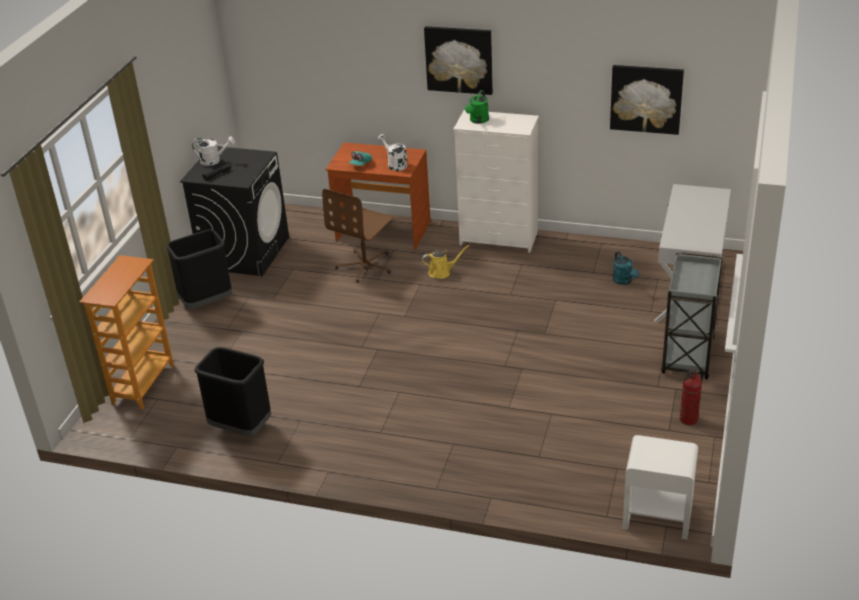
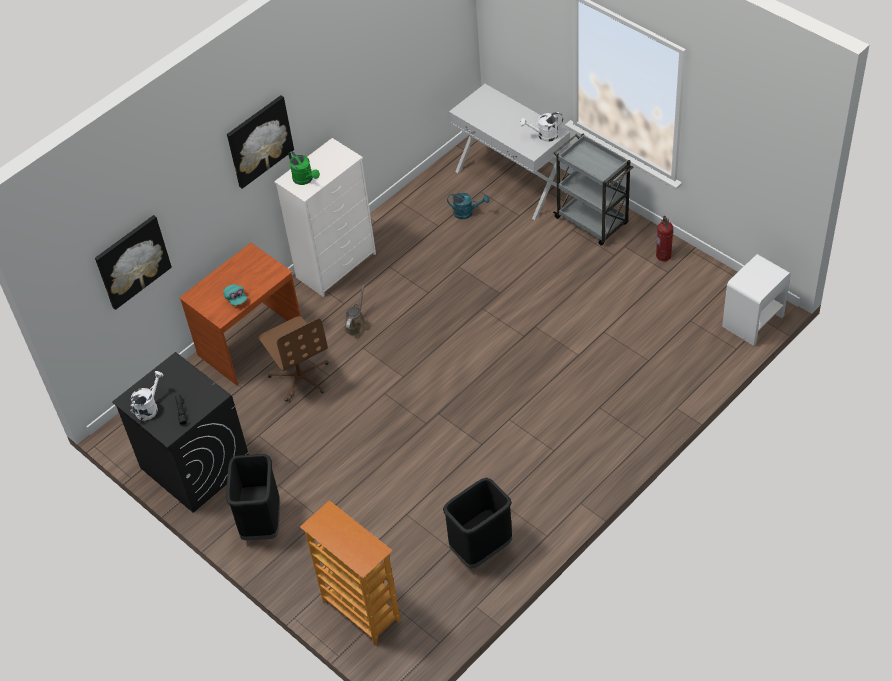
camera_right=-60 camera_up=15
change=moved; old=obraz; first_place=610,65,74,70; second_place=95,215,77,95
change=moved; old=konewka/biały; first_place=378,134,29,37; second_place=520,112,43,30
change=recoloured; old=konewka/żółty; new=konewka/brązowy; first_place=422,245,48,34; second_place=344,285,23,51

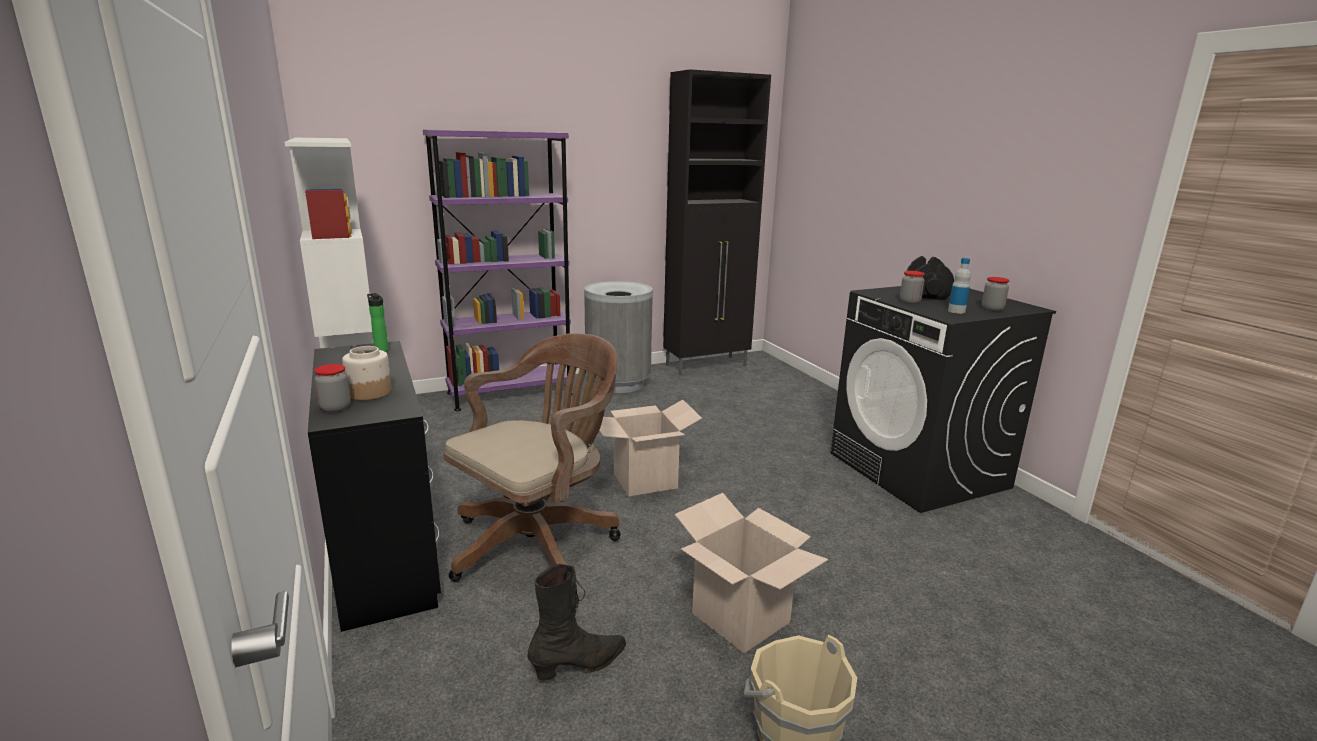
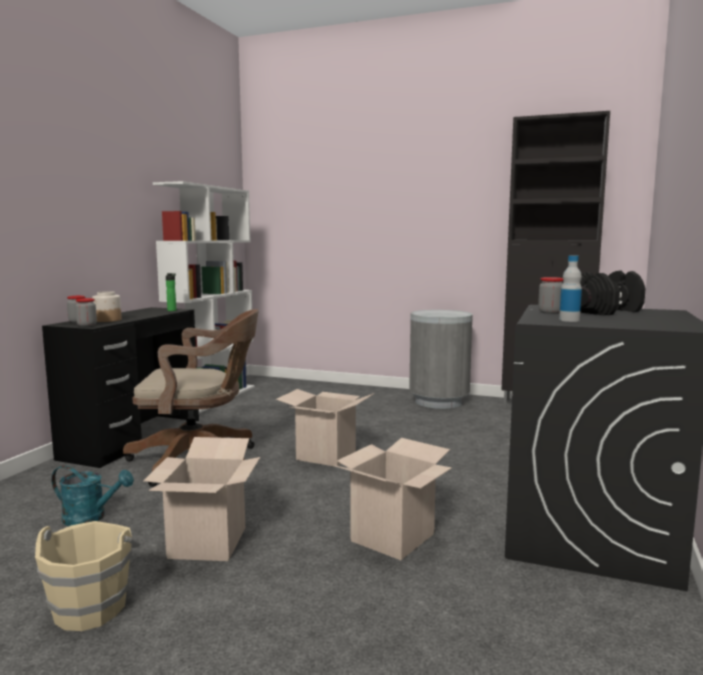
camera_right=45 camera_up=-10
change=removed; old=regał/fioletowy; first_place=423,130,150,281
change=moved; old=słoik; first_place=982,277,28,34; second_place=75,298,22,29
change=replaced; old=but z cholewką/czarny; new=konewka/turkusowy; first_place=528,564,98,117; second_place=51,465,83,61
change=added; new=karton; second_place=333,438,119,122

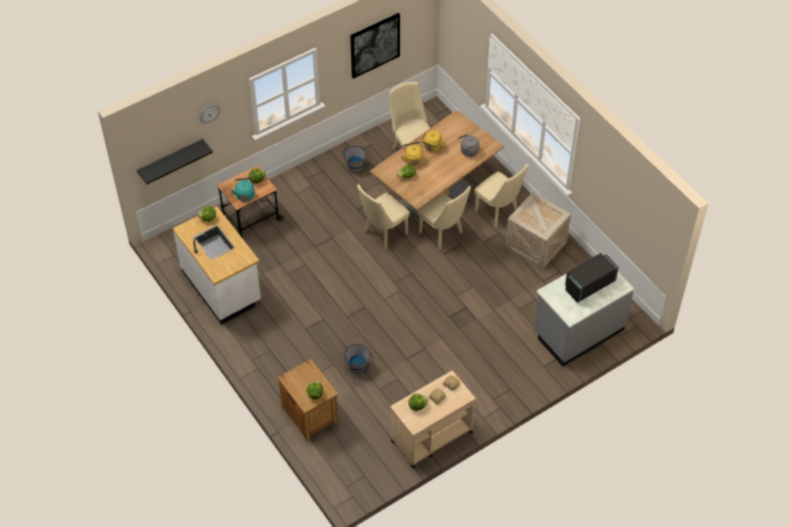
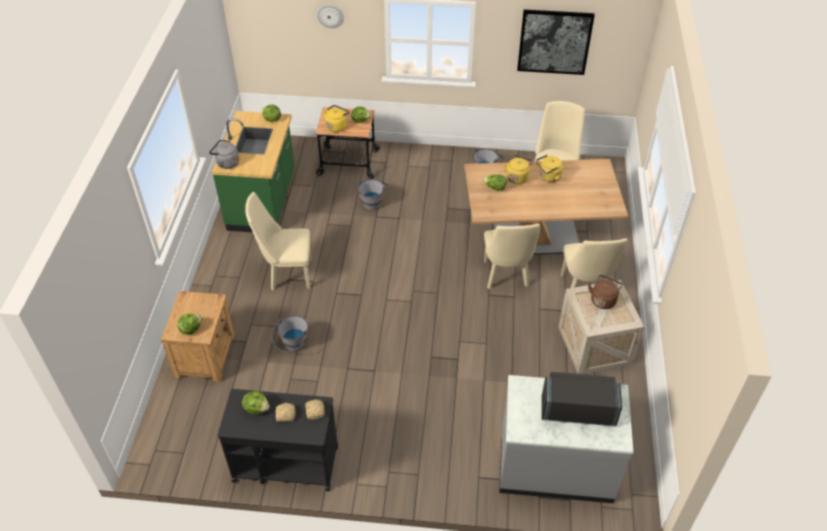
camera_right=40 camera_up=-5
change=moved; old=czajnik/szary; first_place=458,134,22,23; second_place=209,140,30,29
change=removed; old=półka/czarny; first_place=137,139,76,45
change=recoloured; old=czajnik/turkusowy; new=czajnik/żółty; first_place=231,178,24,24; second_place=323,105,27,27
change=moved; old=krzesło/beżowy; first_place=357,184,53,66; second_place=245,192,67,98
change=recoloured; old=zabudowa kuchenna/biały; new=zabudowa kuchenna/zielony; first_place=172,206,89,119; second_place=212,111,83,122
change=recoloured; old=wózek/beżowy; new=wózek/czarny; first_place=390,371,85,97; second_place=217,389,121,102
change=added; new=wiadro/szary; second_place=358,179,31,31
change=added; new=czajnik/brązowy; second_place=588,275,35,34

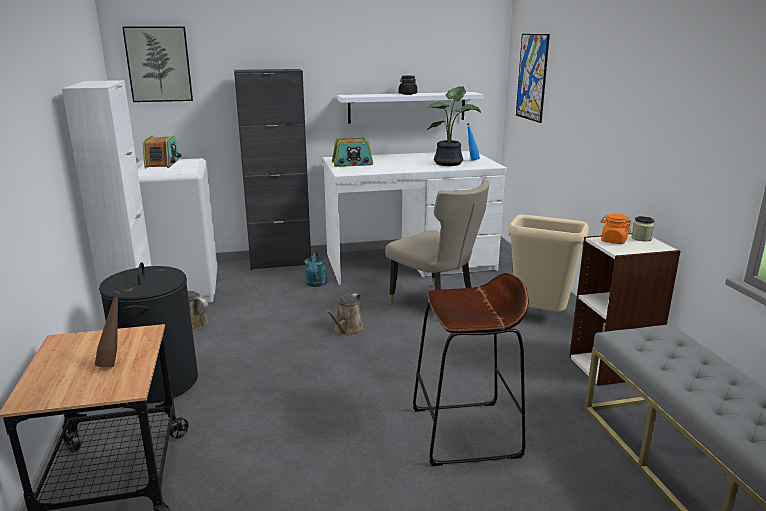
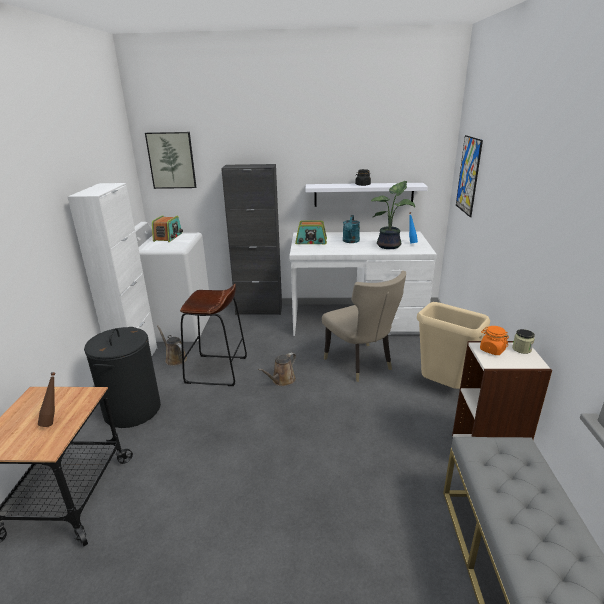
camera_right=15 camera_up=5
change=moved; old=konewka/turkusowy; first_place=305,251,22,36; second_place=343,215,17,28
change=moved; old=stołek/brązowy; first_place=413,273,116,193; second_place=180,284,67,102

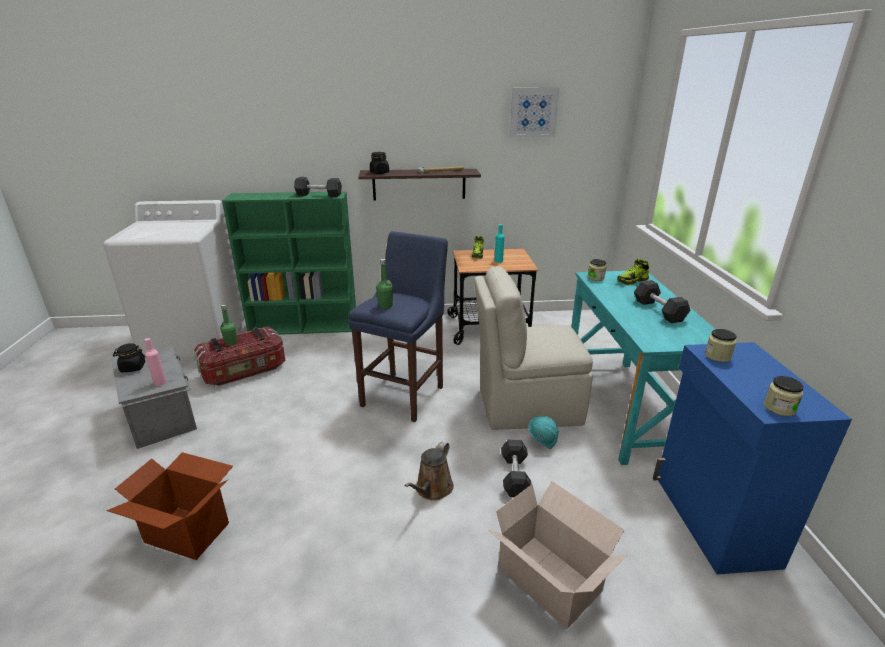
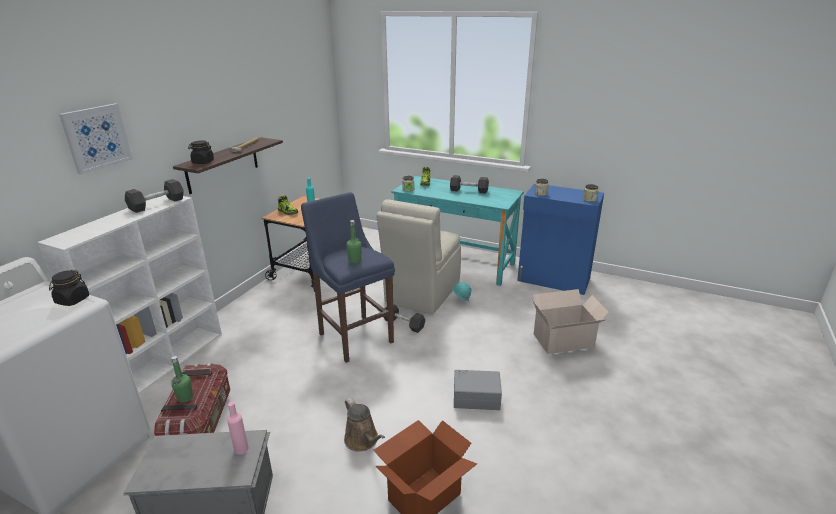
camera_right=-60 camera_up=0
change=moved; old=obraz; first_place=510,88,49,50; second_place=59,103,74,72
change=recoloured; old=regał/zielony; new=regał/biały; first_place=222,191,134,144; second_place=37,195,185,199
change=moved; old=słoik/czarny; first_place=113,343,32,29; second_place=49,270,40,36
change=moved; old=hantel/szary; first_place=501,439,31,58; second_place=383,304,42,29
change=moved; old=konewka/brązowy; first_place=405,441,49,59; second_place=344,398,41,54
change=added; new=pojemnik do przechowywania/szary; second_place=454,370,48,40

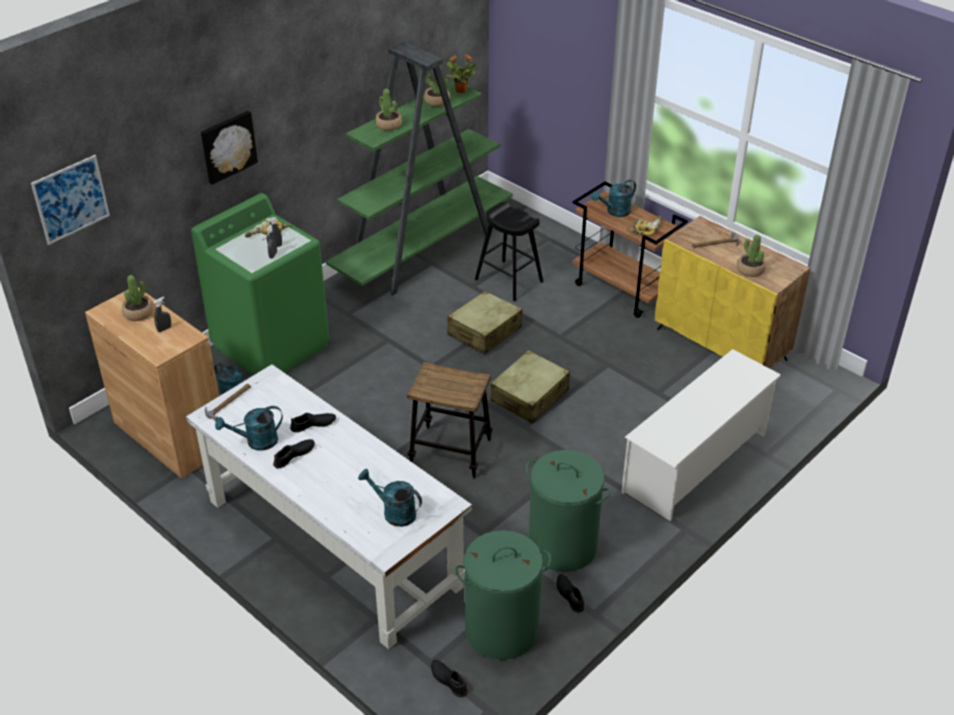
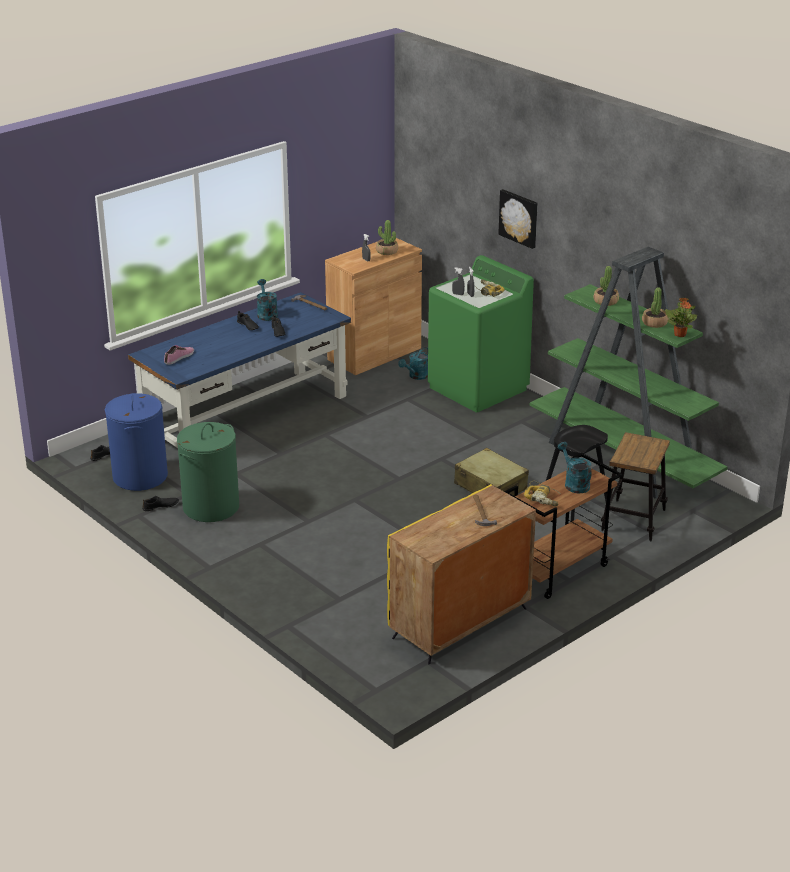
camera_right=95 camera_up=-10
change=removed; old=obraz; first_place=31,155,79,90
change=removed; old=roślina doniczkowa; first_place=737,234,29,43
change=removed; old=regał na buty/biały; first_place=621,349,161,172
change=removed; old=walizka/beżowy; first_place=490,350,80,73
change=moved; old=stołek; first_place=407,362,86,116; second_place=601,432,69,109
change=recoloured; old=biurko/biały; new=biurko/niebieski; first_place=186,364,286,285; second_place=128,292,223,156
change=replaced; old=konewka/turkusowy; new=but; first_place=358,469,64,58; second_place=164,345,30,20
change=recoloured; old=kosz na pranie/zielony; new=kosz na pranie/niebieski; first_place=455,530,96,130; second_place=105,393,63,98

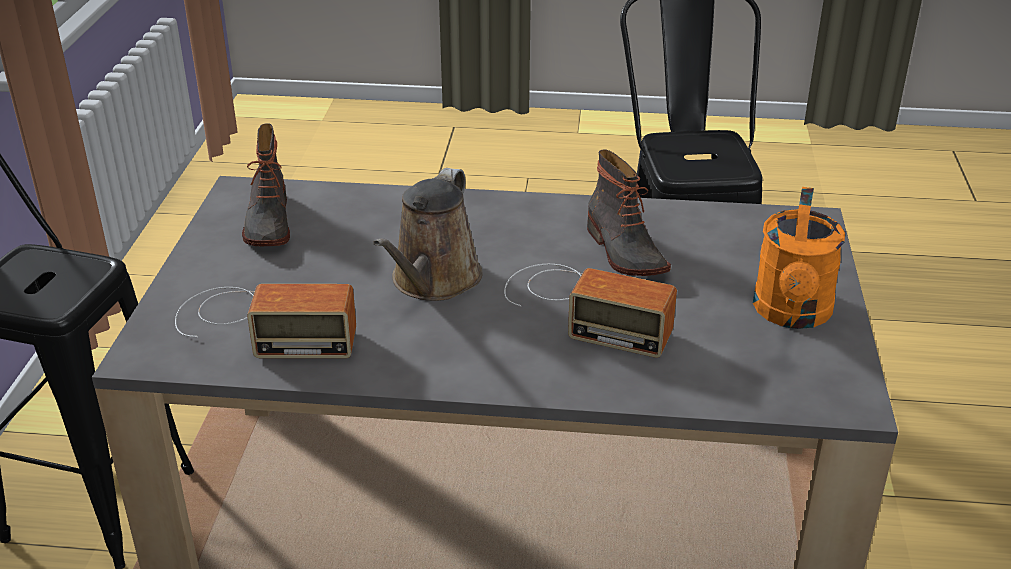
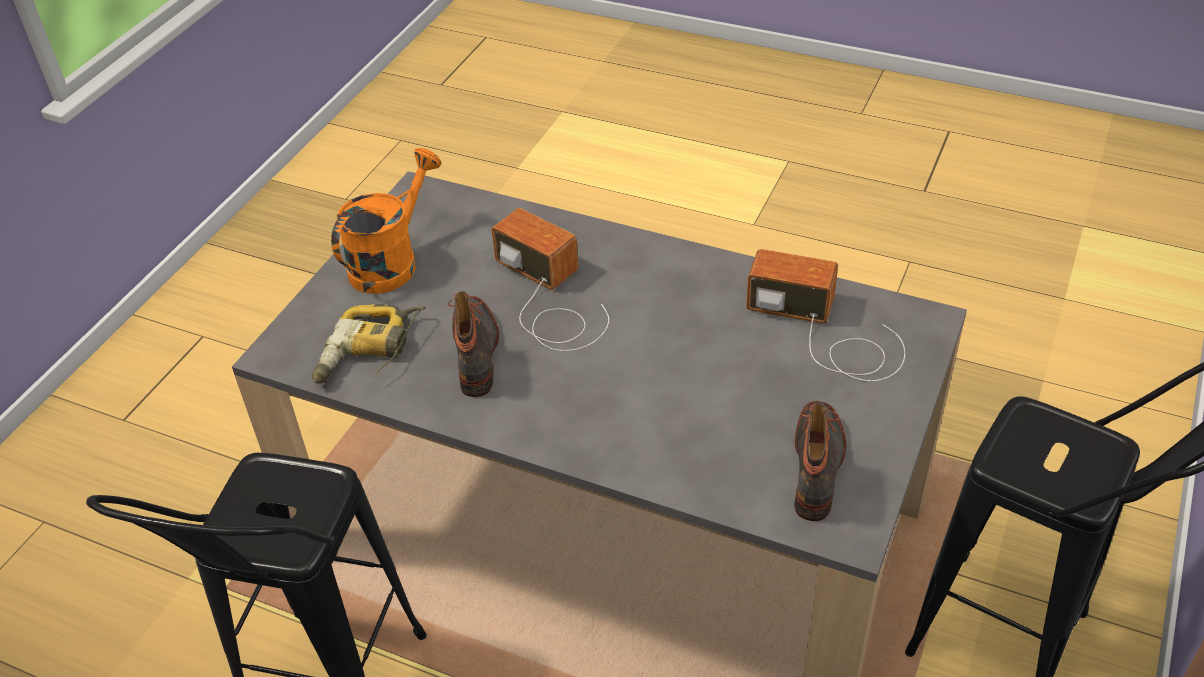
camera_right=-160 camera_up=10
change=removed; old=konewka/brązowy; first_place=373,168,110,133
change=added; new=wiertarka; second_place=312,304,114,80

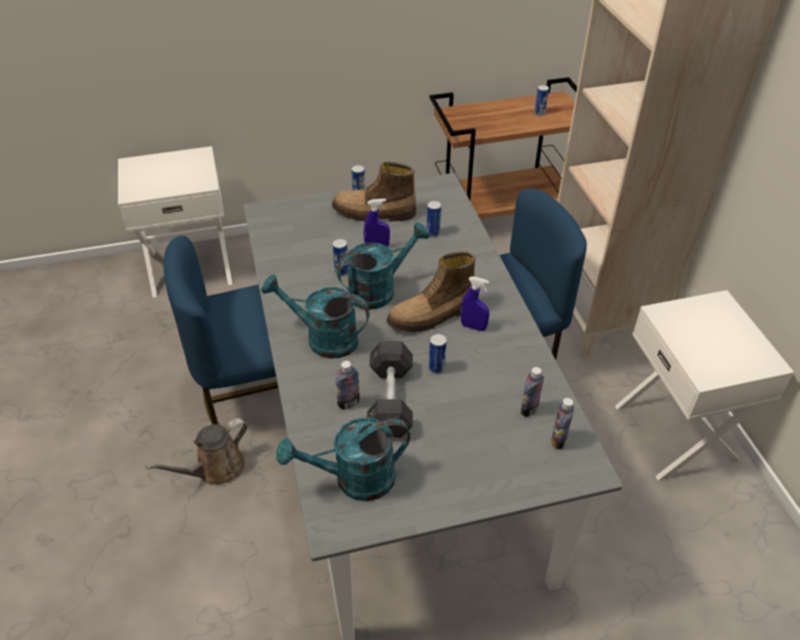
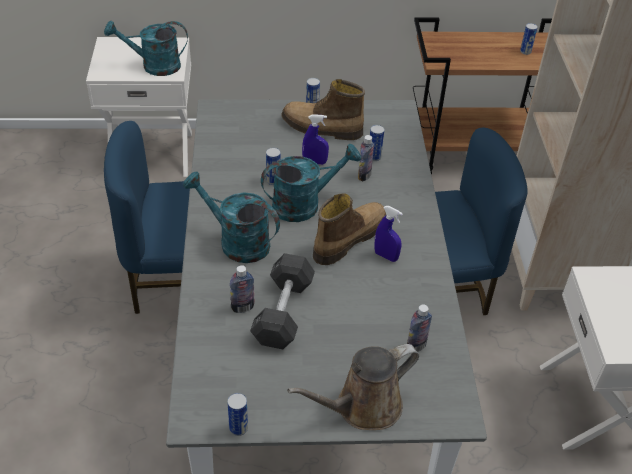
camera_right=10 camera_up=0
change=turned; old=but z cholewką; first_place=386,251,90,81; second_place=313,193,73,72; degrees=150
change=moved; old=puszka; first_place=429,334,18,40; second_place=227,393,21,43
change=moved; old=butelka; first_place=551,398,23,51; second_place=358,135,16,46
change=moved; old=konewka/brązowy; first_place=146,418,102,67; second_place=287,344,132,86
change=moved; old=konewka/turkusowy; first_place=276,418,134,83; second_place=104,20,84,56

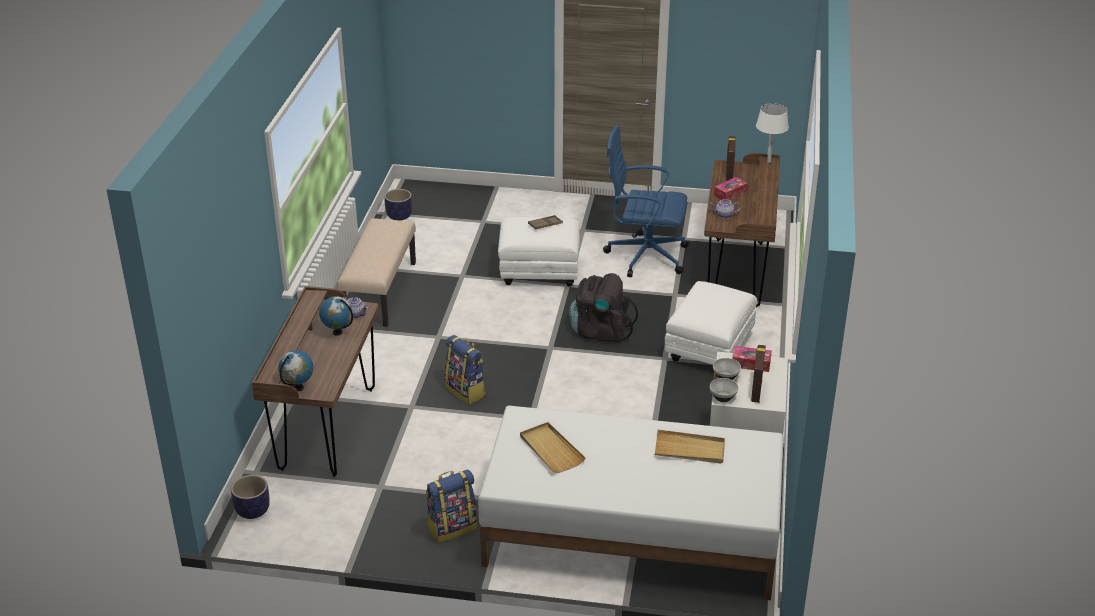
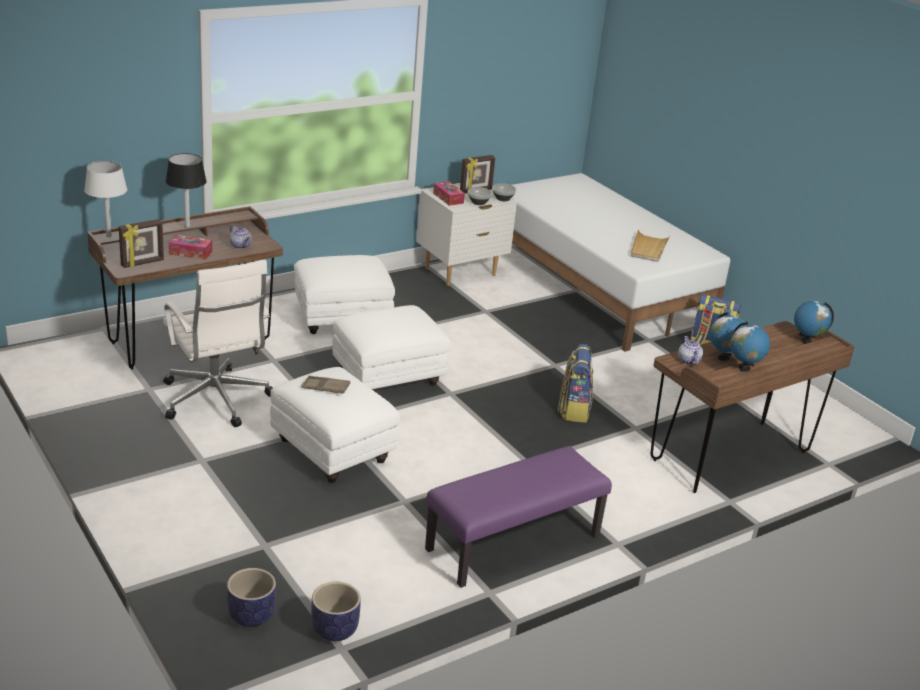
camera_right=-135 camera_up=-5
change=recoloured; old=krzesło biurowe/niebieski; new=krzesło biurowe/biały; first_place=603,125,86,152; second_place=163,260,110,167
change=recoloured; old=ławka/beżowy; new=ławka/fioletowy; first_place=337,218,79,109; second_place=425,446,187,142
change=replaced; old=plecak/czarny; new=pufa/biały; first_place=569,273,69,70; second_place=332,305,119,84
change=removed; old=taca/beżowy; first_place=654,430,71,34
change=moved; old=donica; first_place=231,475,39,44; second_place=227,568,49,59
change=added; new=lampa stołowa/czarny; second_place=165,153,42,75
change=added; new=globus; second_place=730,322,40,50

